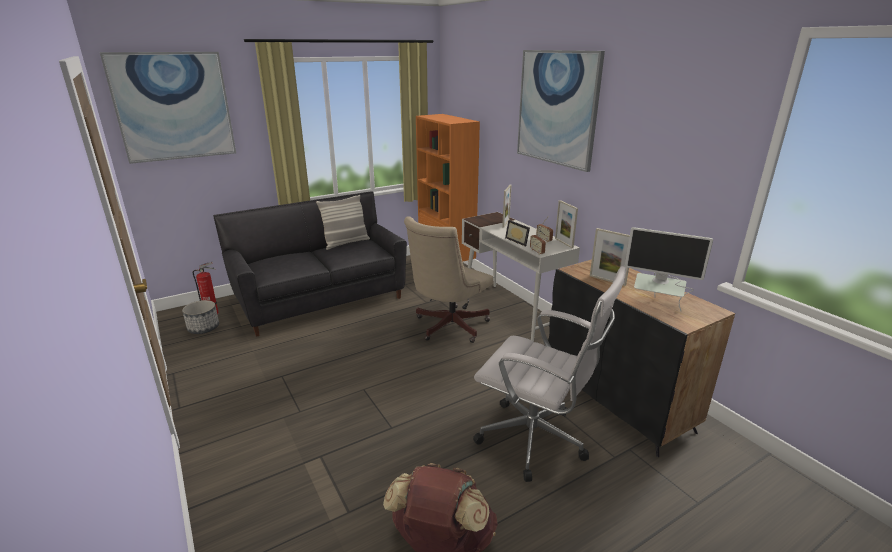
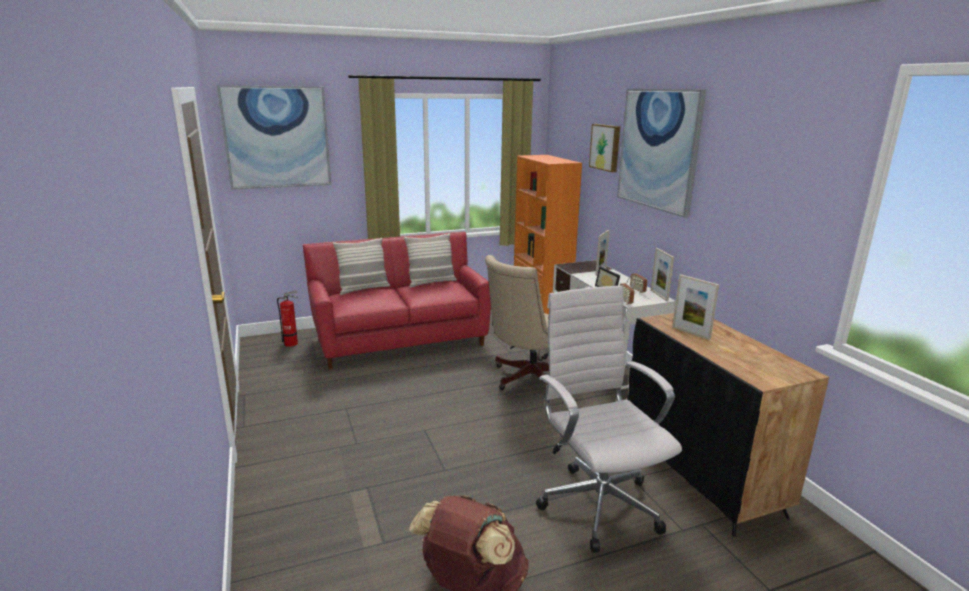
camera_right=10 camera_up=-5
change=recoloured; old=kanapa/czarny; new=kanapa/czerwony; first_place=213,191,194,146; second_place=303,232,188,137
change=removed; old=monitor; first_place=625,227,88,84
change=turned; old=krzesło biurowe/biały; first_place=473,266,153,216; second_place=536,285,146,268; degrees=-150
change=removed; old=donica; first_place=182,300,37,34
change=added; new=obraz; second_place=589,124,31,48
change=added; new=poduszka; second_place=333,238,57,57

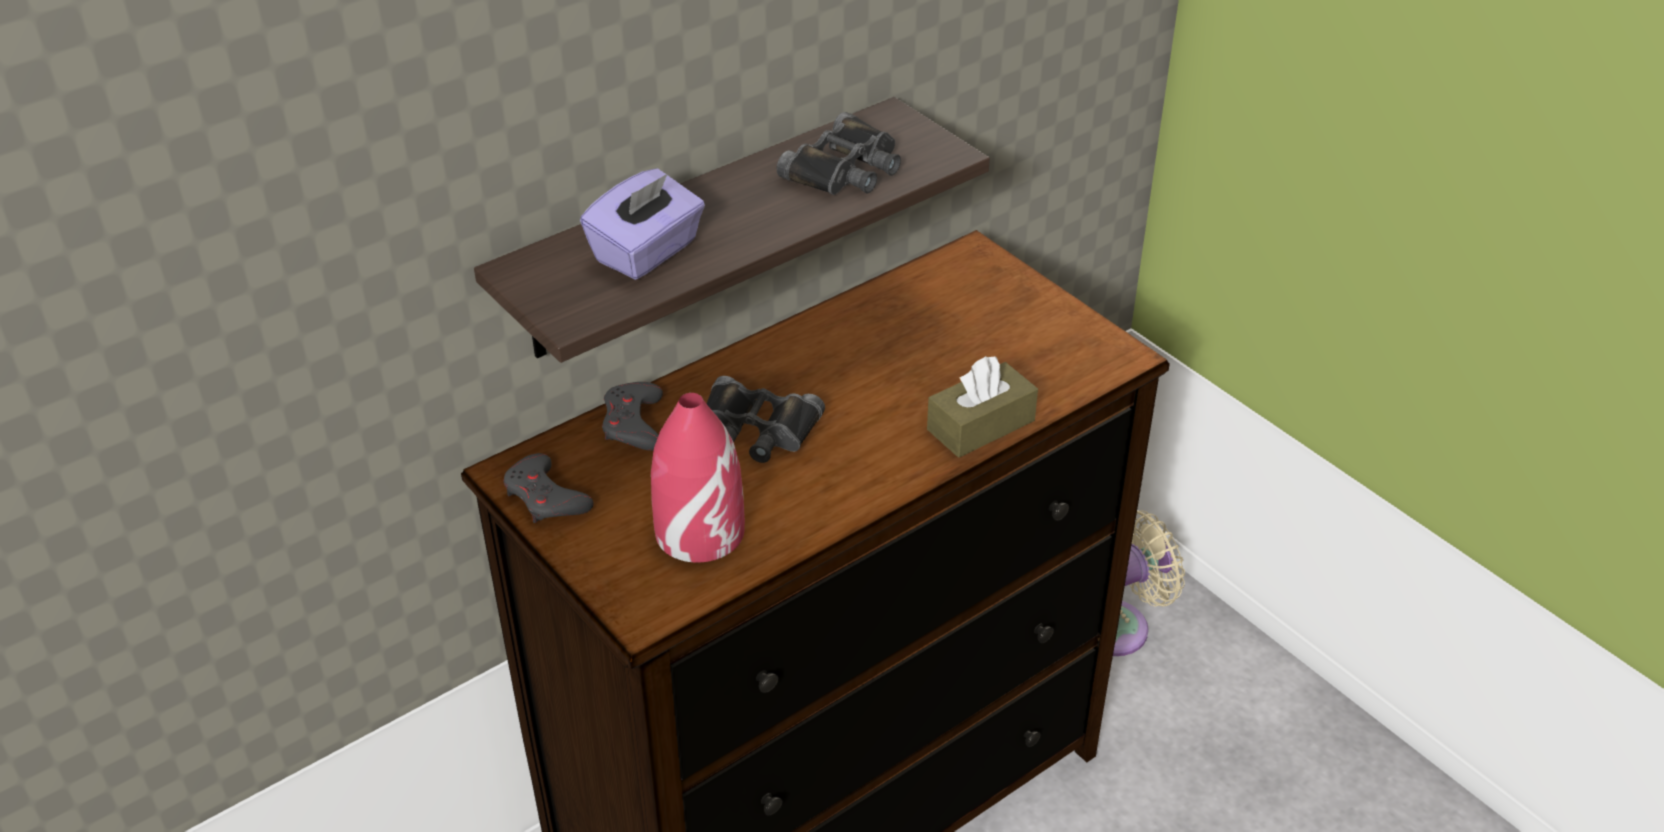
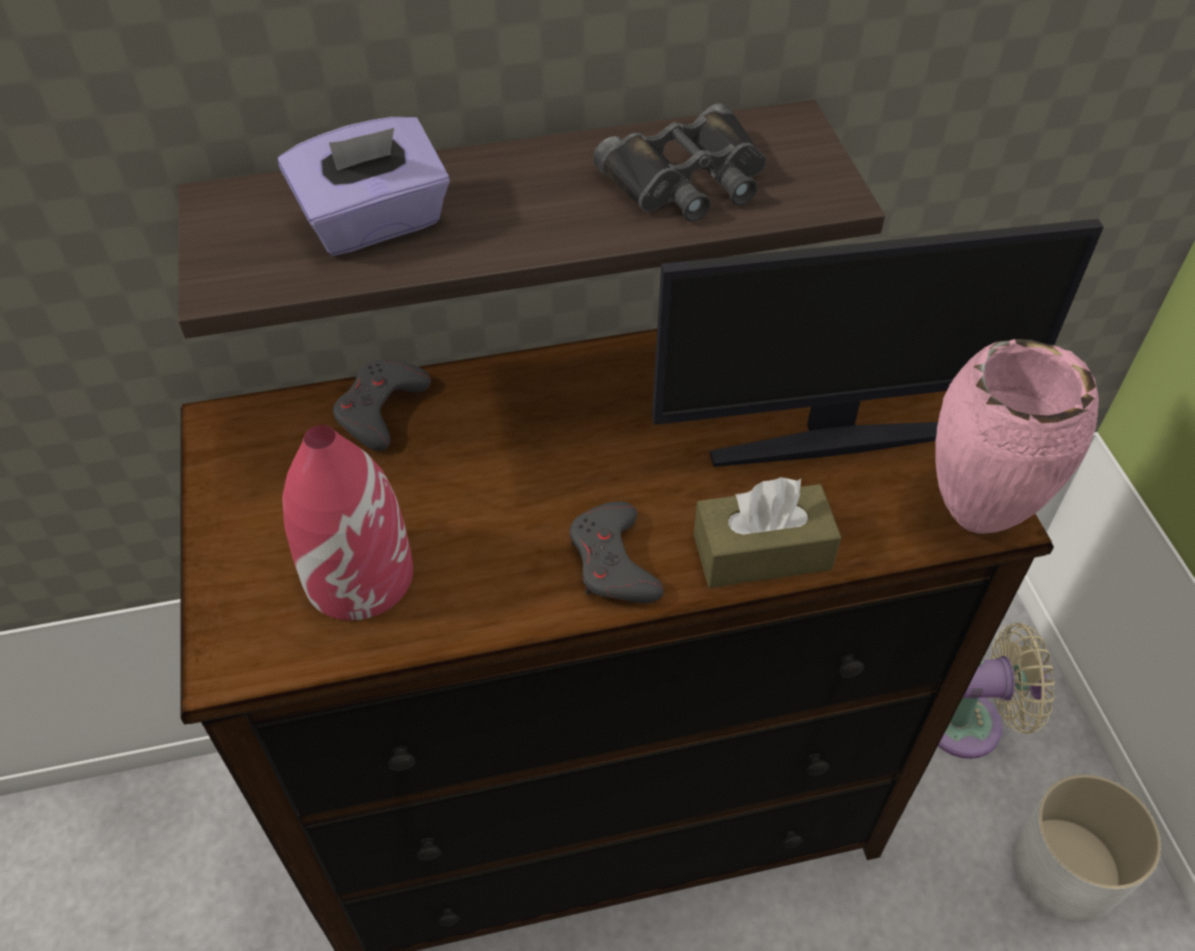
camera_right=25 camera_up=10
change=removed; old=lornetka/czarny; first_place=707,376,118,87
change=moved; old=pad do gier/szary; first_place=503,453,91,70; second_place=569,501,95,102
change=added; new=monitor; second_place=652,219,452,248
change=added; new=wazon/różowy; second_place=935,339,164,195
change=added; new=donica/biały; second_place=1012,775,149,147

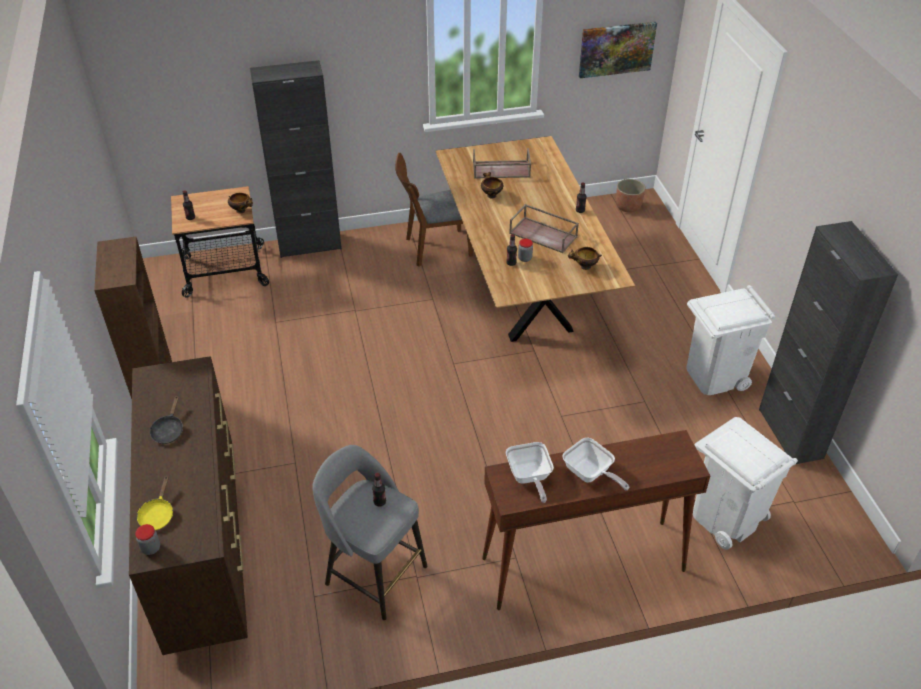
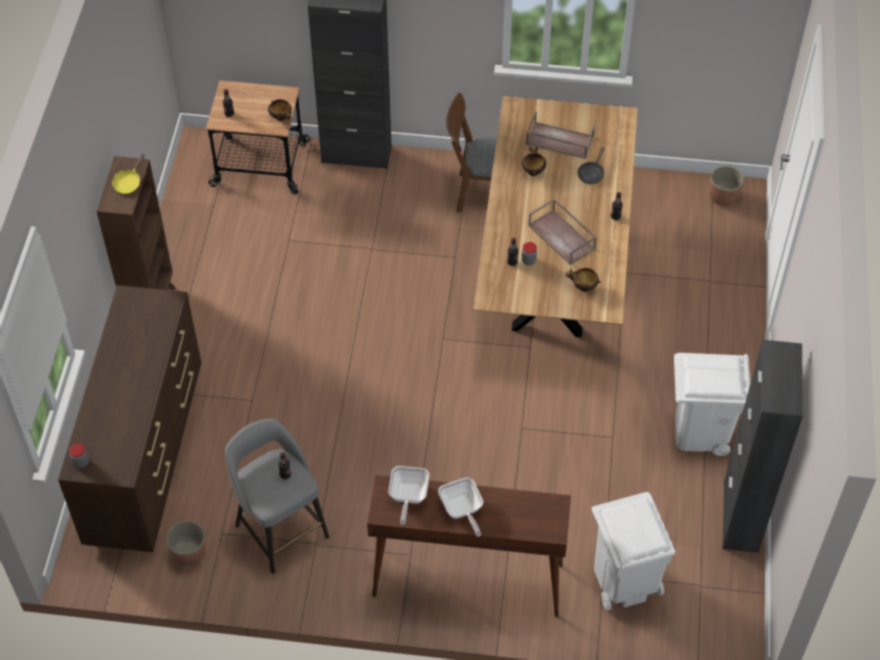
camera_right=20 camera_up=10
change=removed; old=obraz; first_place=579,22,78,56
change=moved; old=patelnia/czarny; first_place=150,395,33,49; second_place=578,147,26,37
change=moved; old=patelnia/żółty; first_place=137,475,36,55; second_place=112,154,33,40
change=added; new=donica; second_place=166,521,40,46

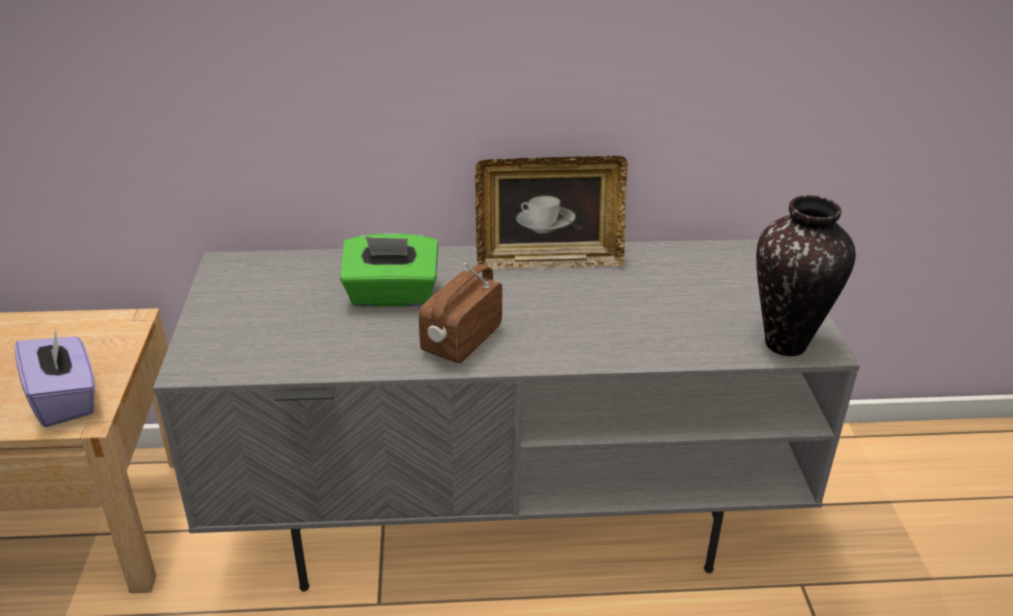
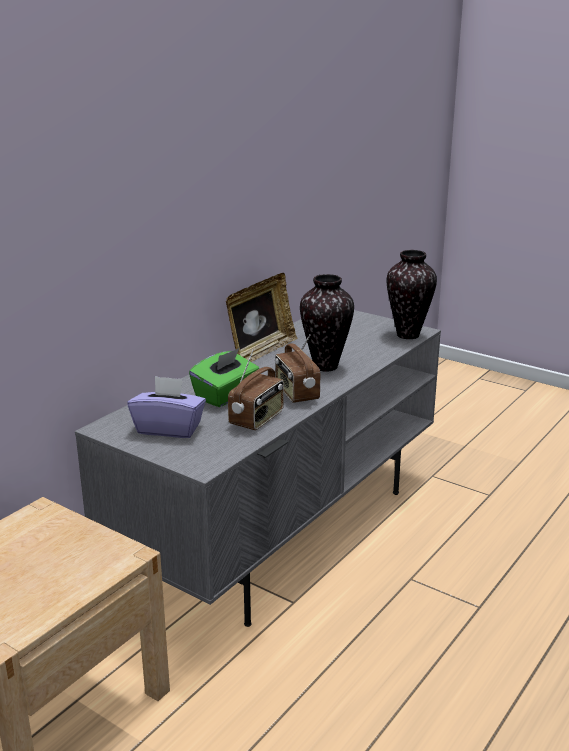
camera_right=-50 camera_up=-10
change=moved; old=pudełko chusteczek/fioletowy; first_place=15,329,80,98; second_place=127,376,79,62
change=added; new=wazon; second_place=300,274,54,98
change=added; new=radio; second_place=228,349,56,81

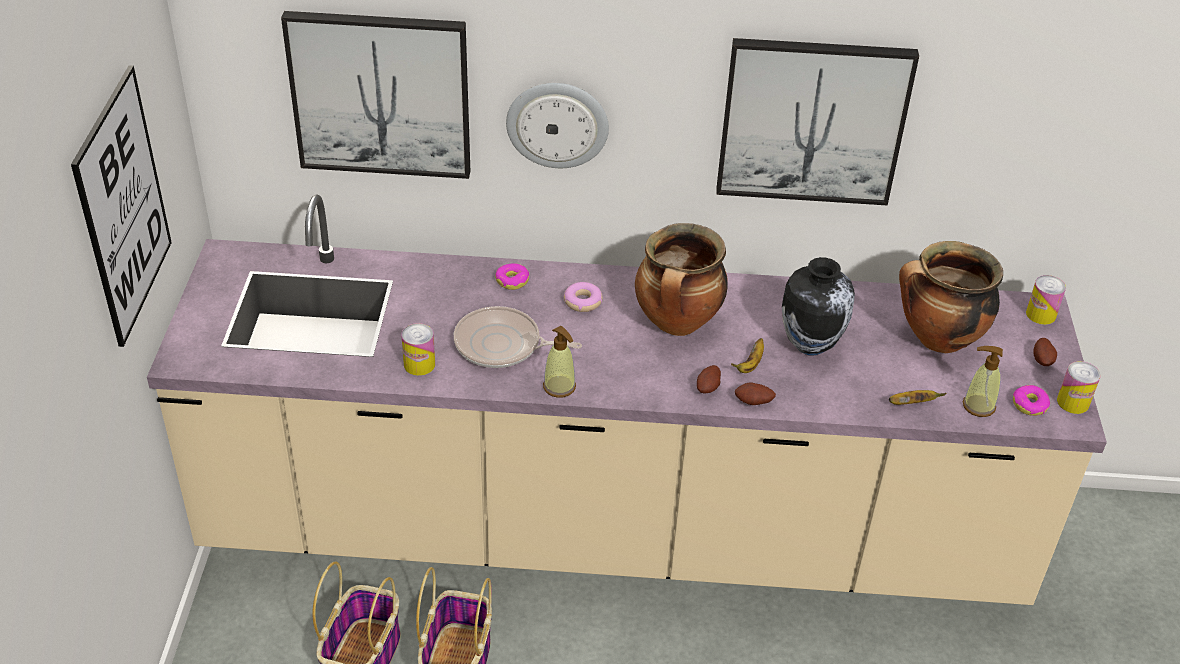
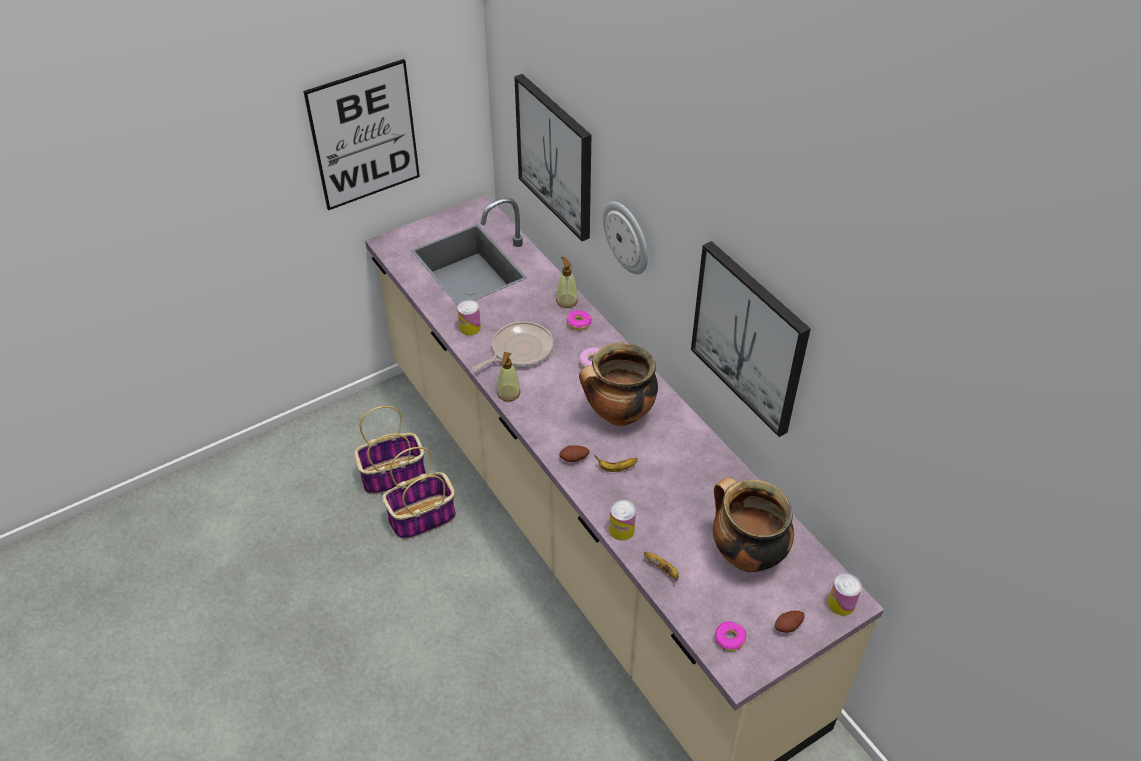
camera_right=55 camera_up=5
change=removed; old=wazon; first_place=782,257,73,99
change=turned; old=patelnia; first_place=454,306,128,62; second_place=472,321,81,50; degrees=75
change=moved; old=dozownik mydła; first_place=963,346,40,71; second_place=556,257,22,51
change=moved; old=puszka; first_place=1057,361,44,53; second_place=609,500,27,41
change=removed; old=ziemniak; first_place=735,383,41,22

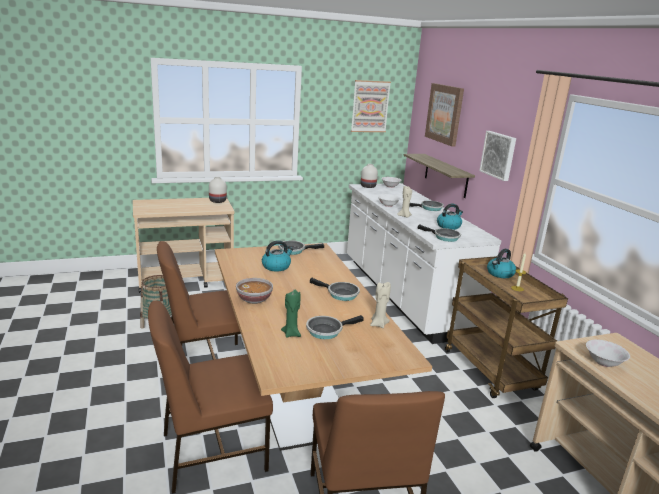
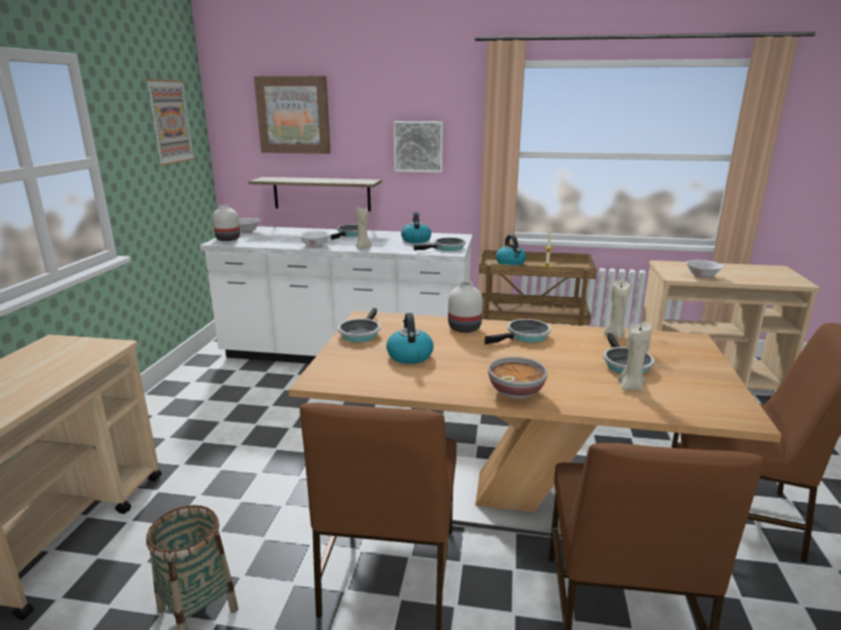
camera_right=-60 camera_up=0
change=moved; old=wazon/biały; first_place=209,177,18,26; second_place=448,281,35,52
change=recoloured; old=świeca/zielony; new=świeca/beżowy; first_place=281,290,20,47; second_place=618,322,34,69

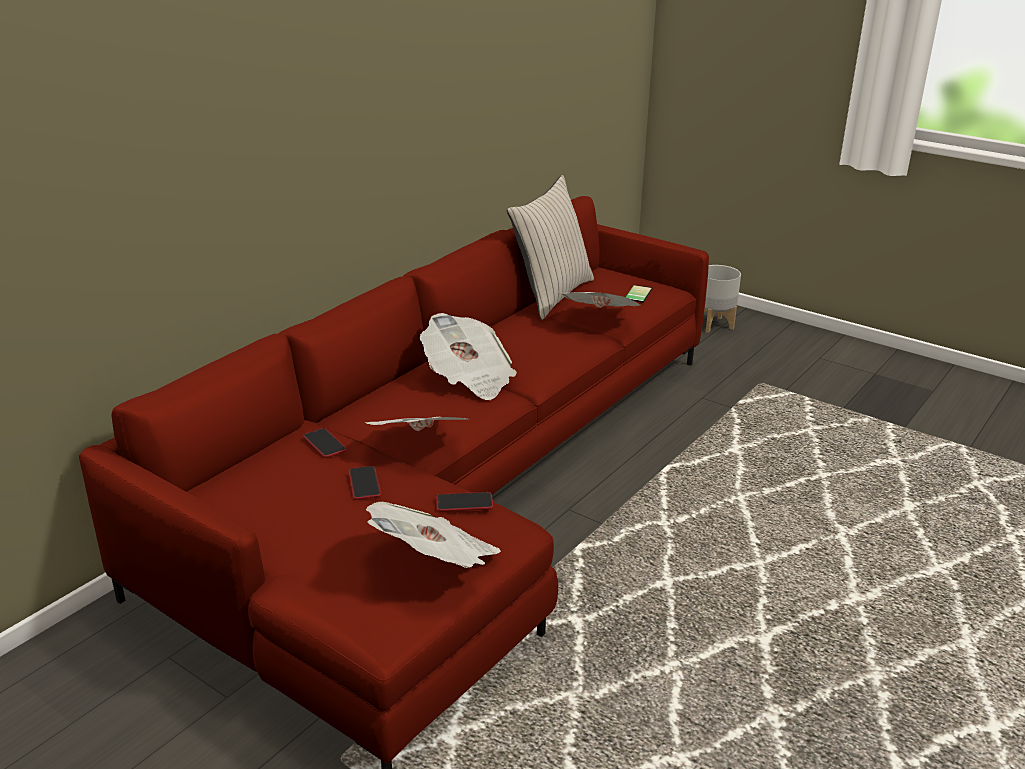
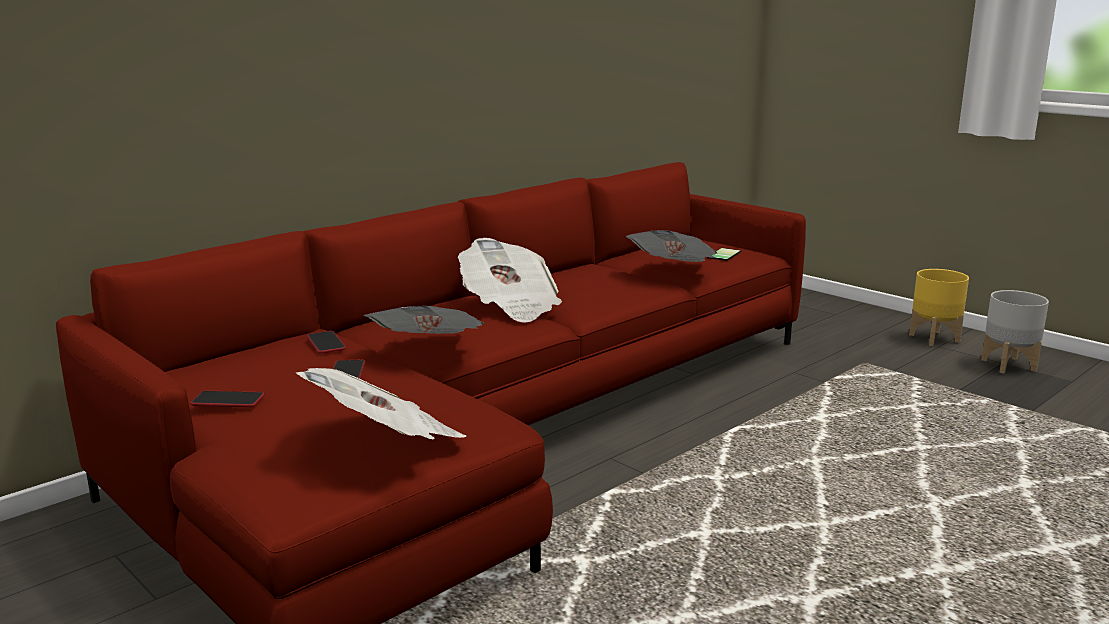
camera_right=10 camera_up=-10
change=removed; old=poduszka/beżowy; first_place=507,175,87,145
change=moved; old=donica/szary; first_place=704,265,37,68; second_place=981,290,68,83
change=moved; old=telefon; first_place=436,492,57,20; second_place=191,391,73,16
change=added; new=donica/żółty; second_place=909,269,60,77

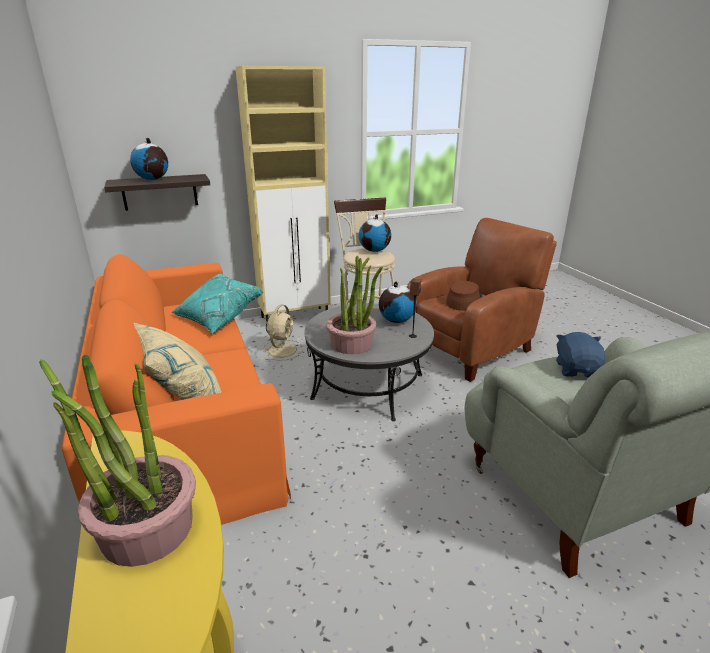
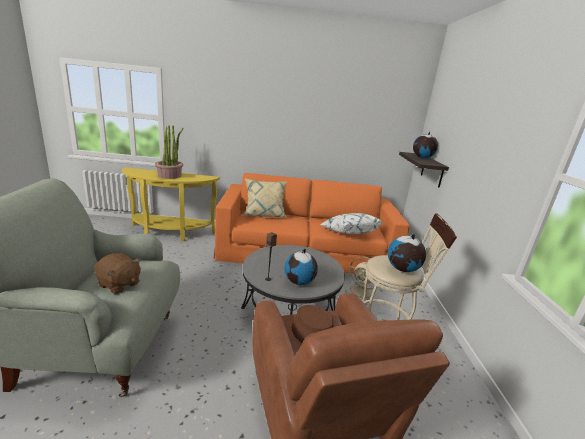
camera_right=110 camera_up=-5
change=removed; old=szafka/beżowy; first_place=235,66,96,256
change=removed; old=roślina doniczkowa; first_place=326,256,57,98
change=recoloured; old=poduszka/turkusowy; new=poduszka/biały; first_place=171,274,93,60; second_place=320,213,63,21
change=recoloured; old=pluszak/niebieski; new=pluszak/brązowy; first_place=556,332,49,46; second_place=94,253,47,41

